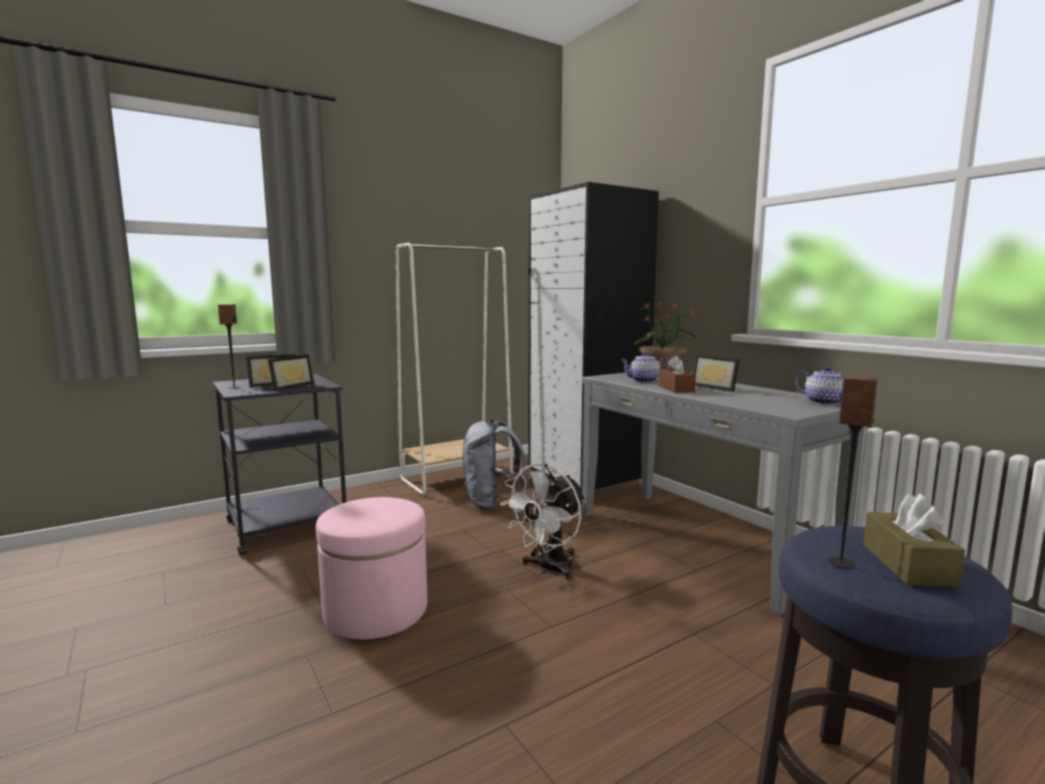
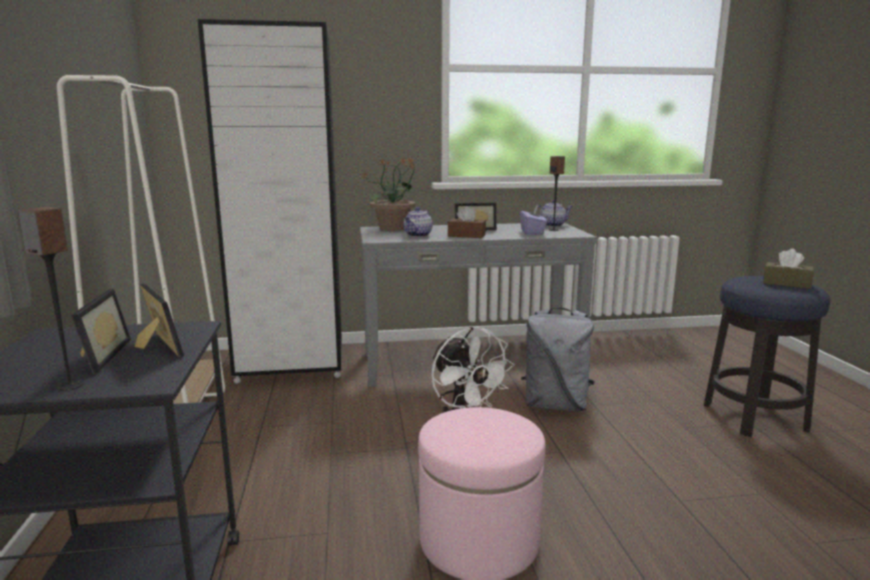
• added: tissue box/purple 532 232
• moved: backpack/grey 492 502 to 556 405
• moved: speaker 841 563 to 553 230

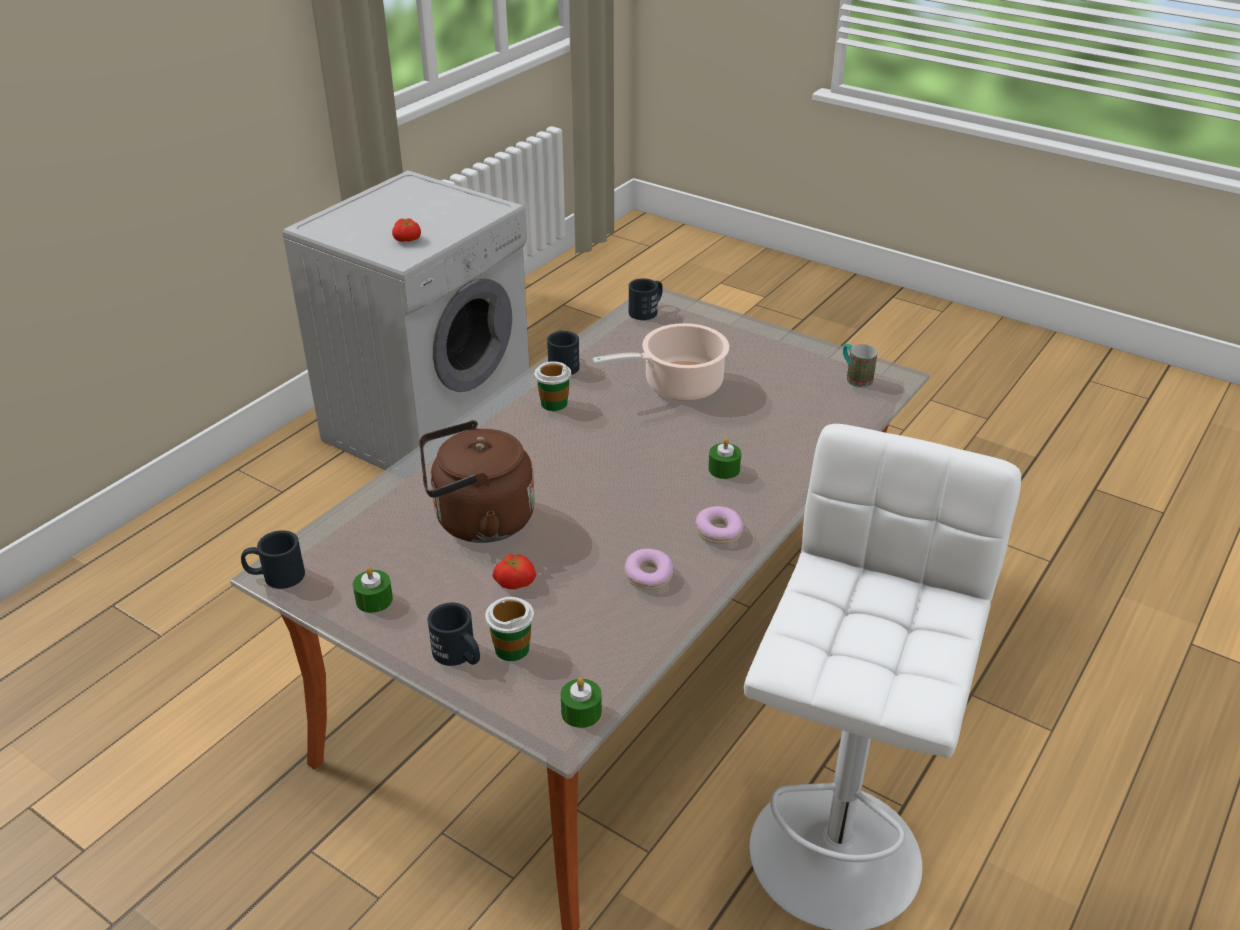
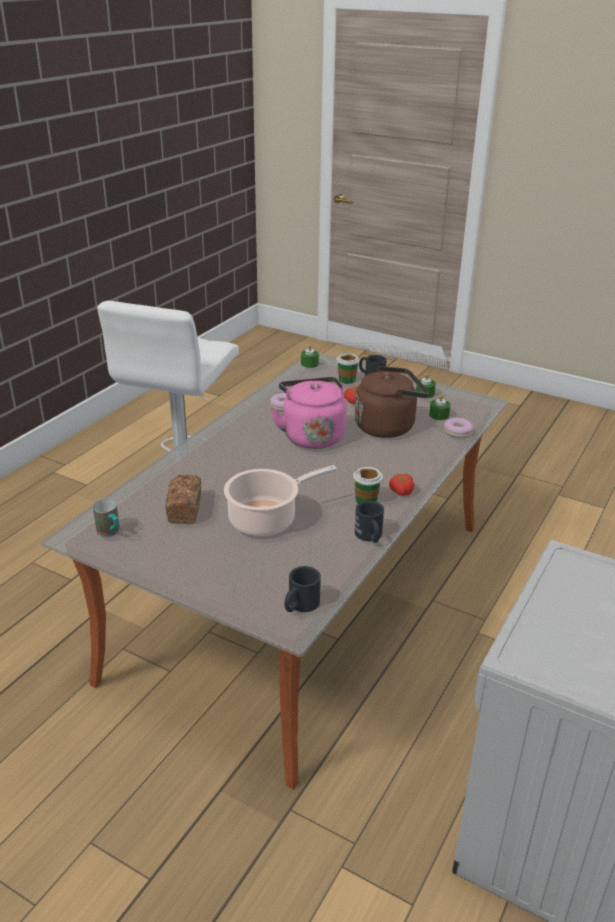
• added: bread 184 509
• added: kettle/pink 312 435
• moved: tomato 408 239 to 401 492
• moved: candle/green 724 469 to 439 415
• moved: donut 718 532 to 457 432
• removed: mug/black 275 576

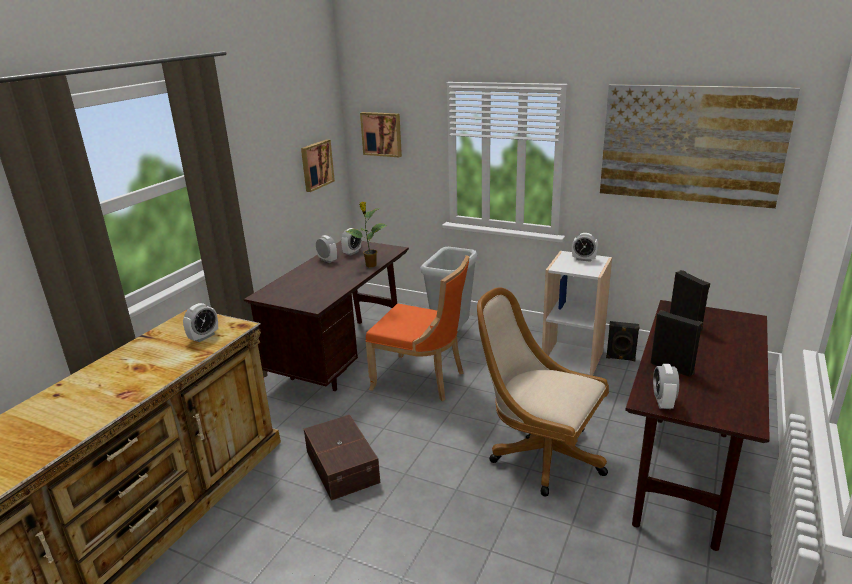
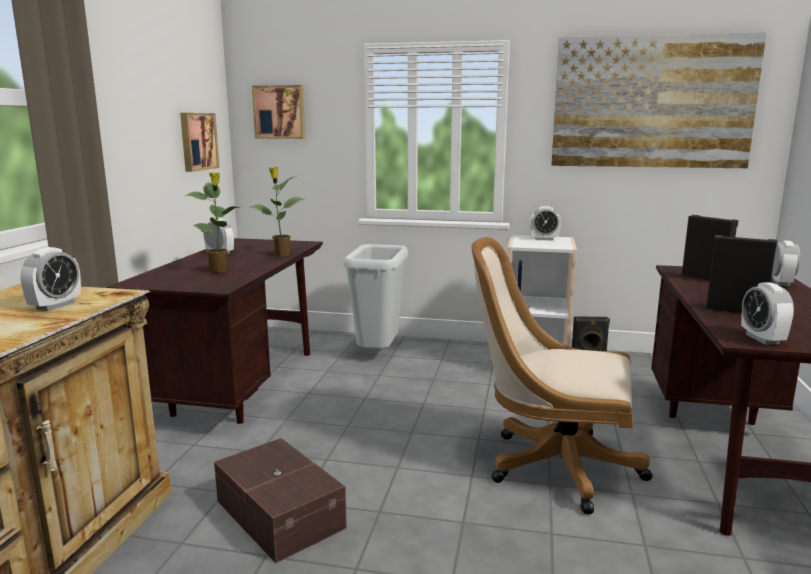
• added: potted plant 219 271
• moved: alarm clock 352 252 to 781 283
• removed: chair/orange 422 380

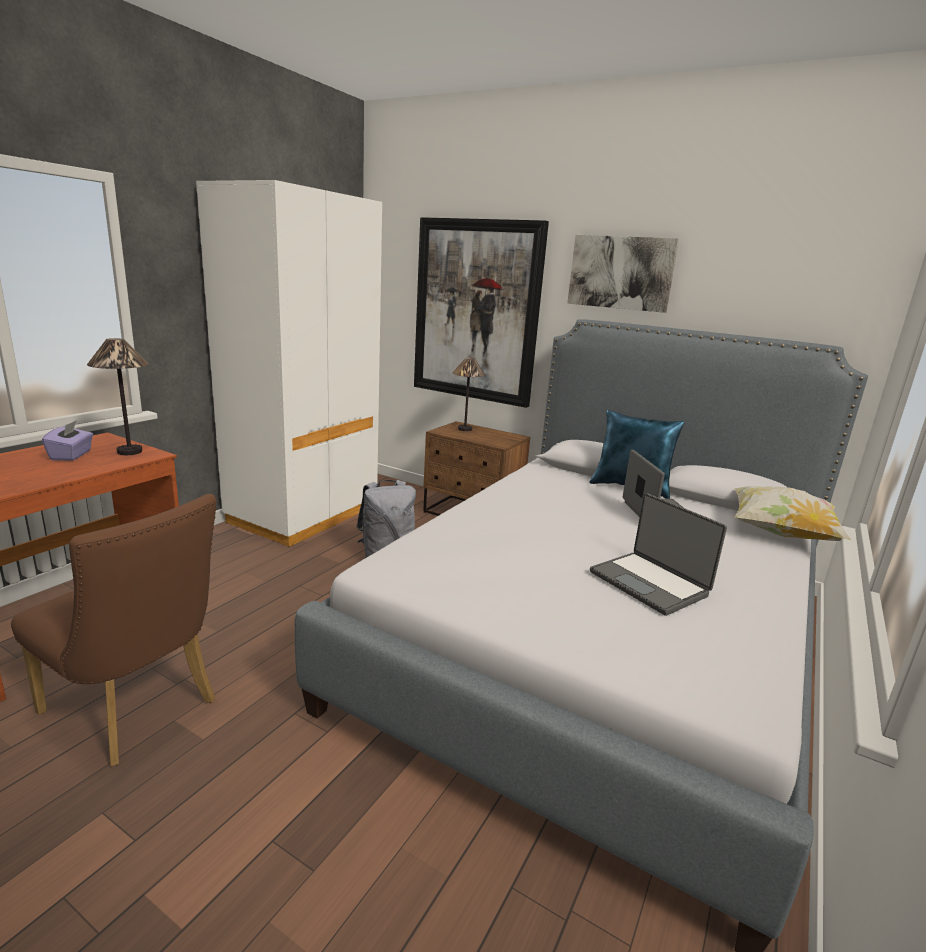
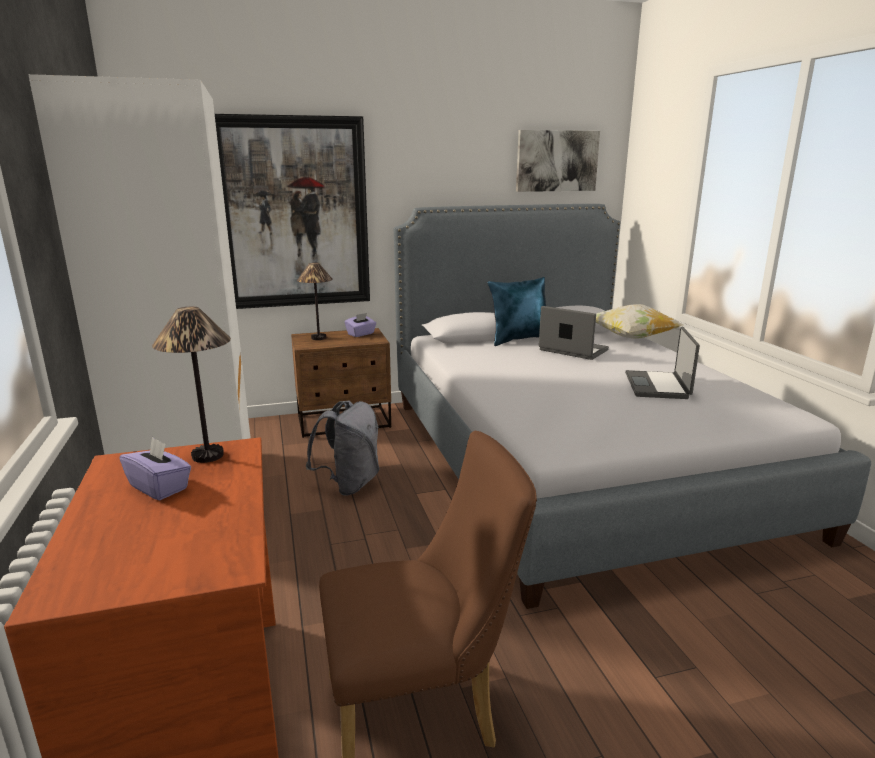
• added: tissue box/purple 361 334
• moved: picture 621 273 to 556 161
• turned: laptop 650 583 = 658 386 90 degrees clockwise

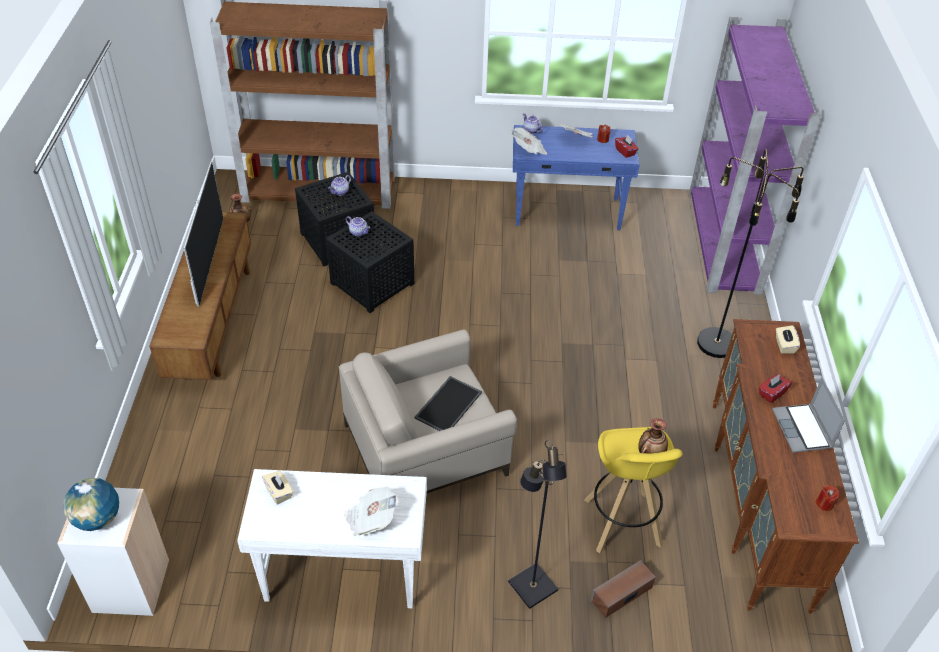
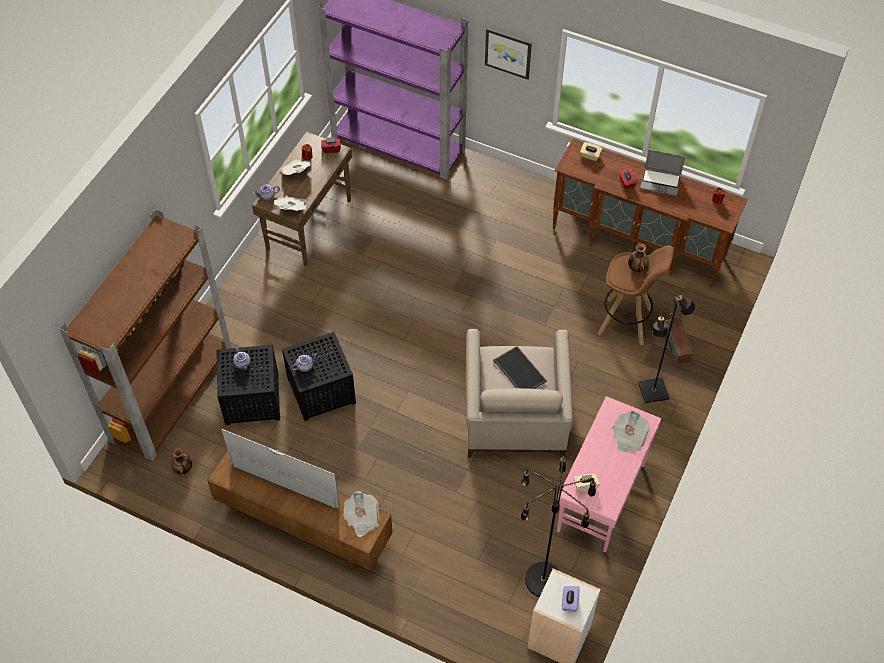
• recoloured: console table/blue 568 212 to console table/brown 309 224
• added: newspaper 362 519
• added: picture 508 53
• moved: floor lamp 717 344 to 543 579
• recoloured: console table/white 341 573 to console table/pink 601 498
• replaced: globe 98 519 to tissue box/purple 569 602
• recoloured: stool/yellow 622 524 to stool/brown 626 322

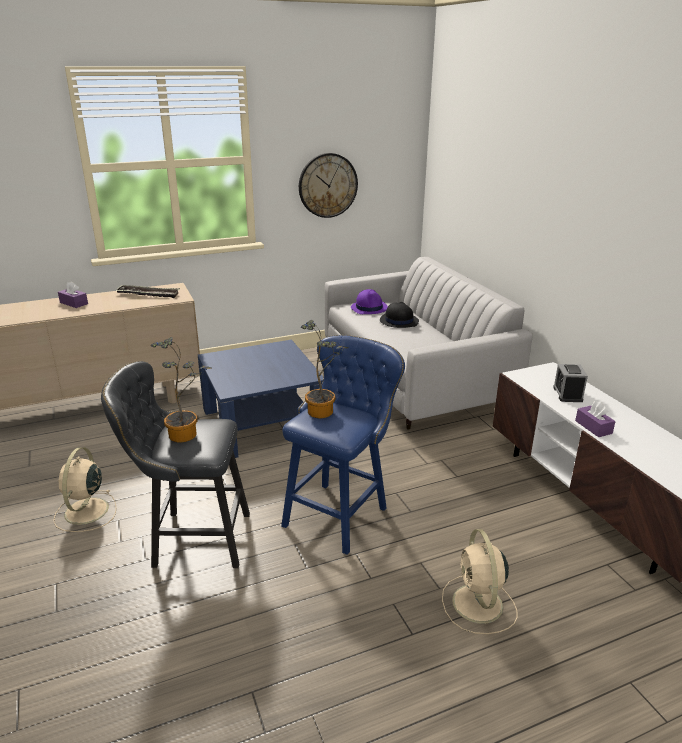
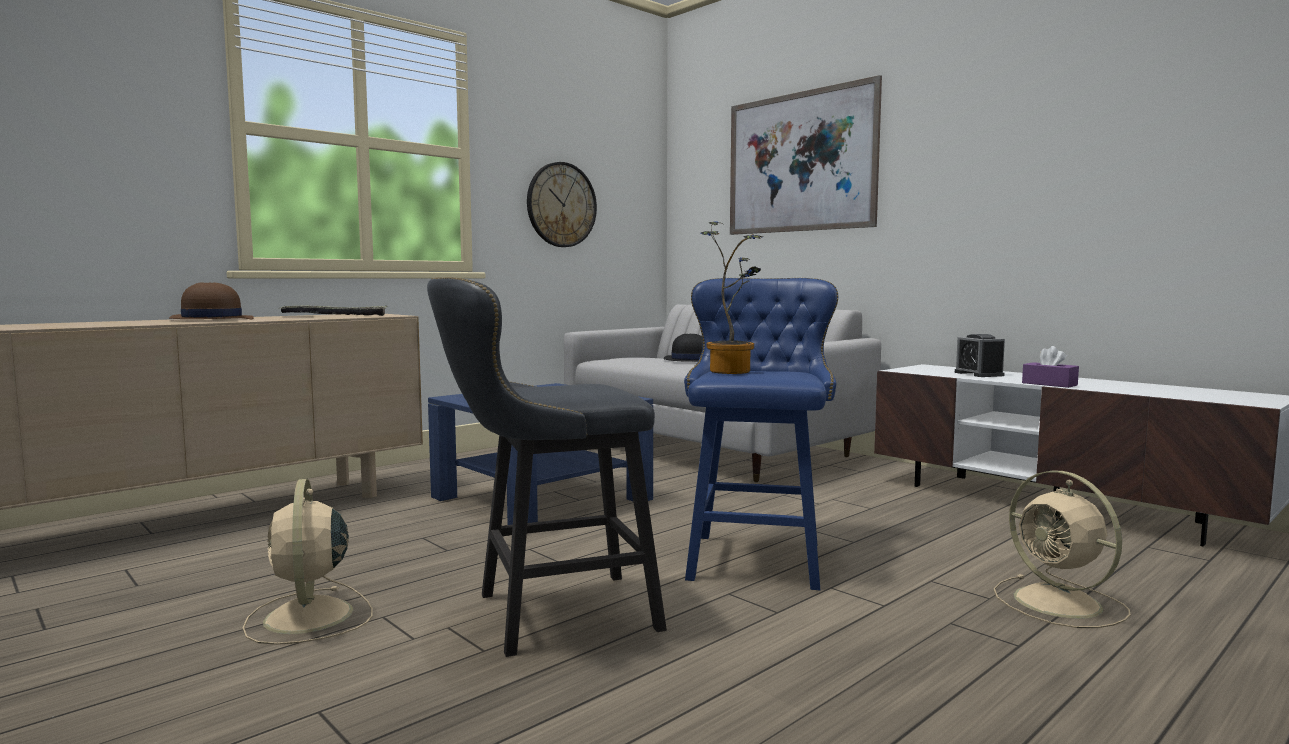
• replaced: tissue box/purple 74 303 to hat/brown 211 319
• added: picture 799 162
• removed: potted plant 187 434
• removed: hat/purple 369 308

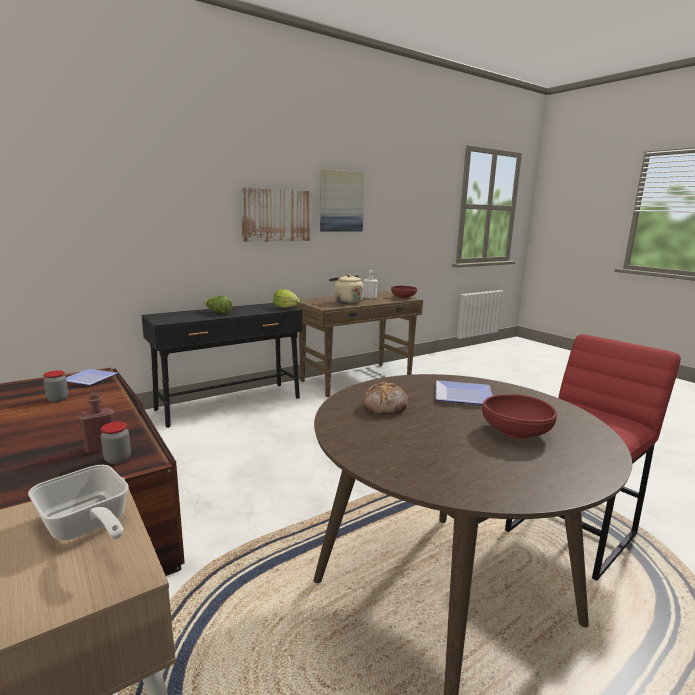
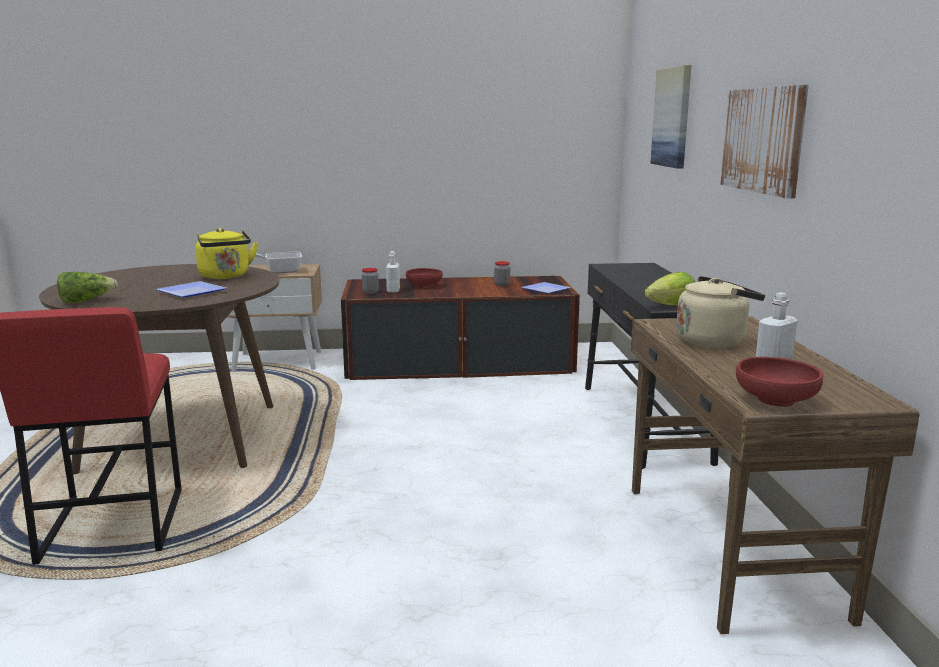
• moved: lettuce 218 312 to 86 301
• replaced: bread 386 407 to kettle/yellow 226 276
• recoloured: bottle/red 100 448 to bottle/white 393 290
• moved: bowl/red 516 432 to 424 286
• moved: picture 341 201 to 672 117

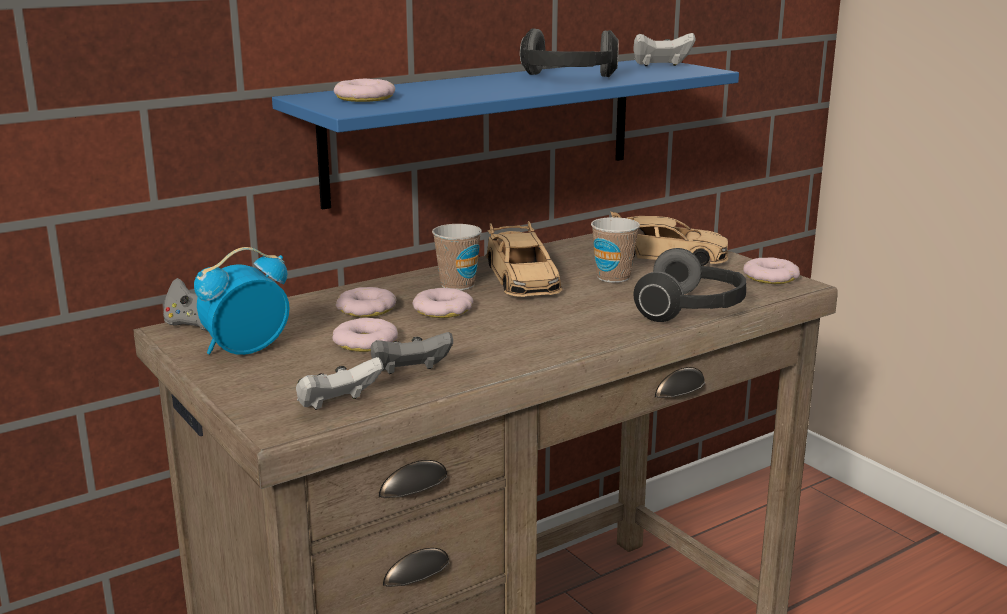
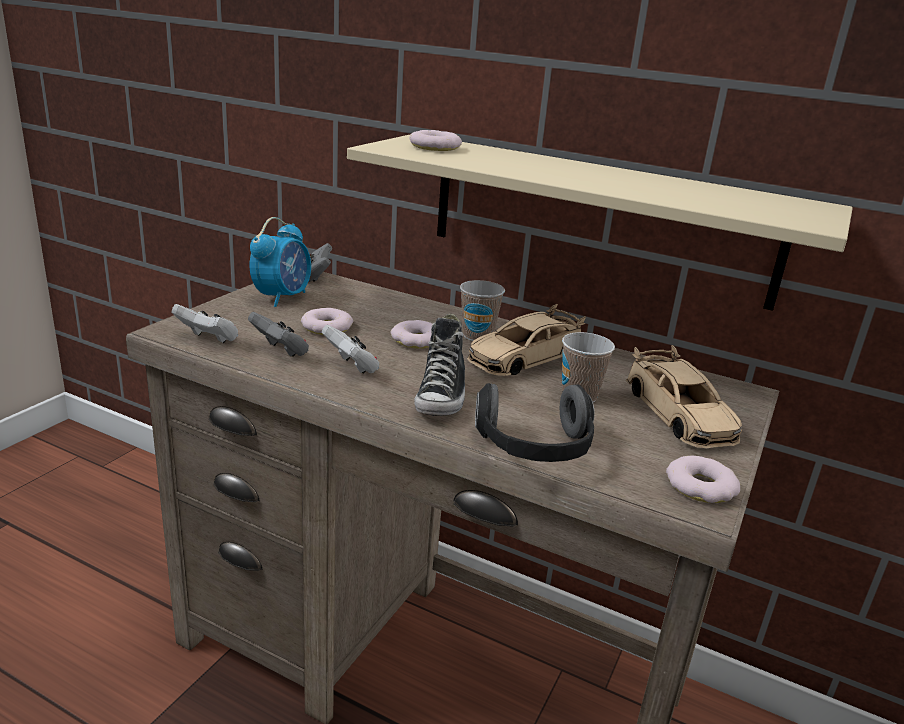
• turned: alarm clock 245 351 = 282 297 90 degrees clockwise
• moved: game controller/white 661 66 to 352 367
• recoloured: shelf/blue 484 129 to shelf/beige 599 218
• added: shoe 442 396
• removed: donut 366 309
• removed: headphones 566 79

